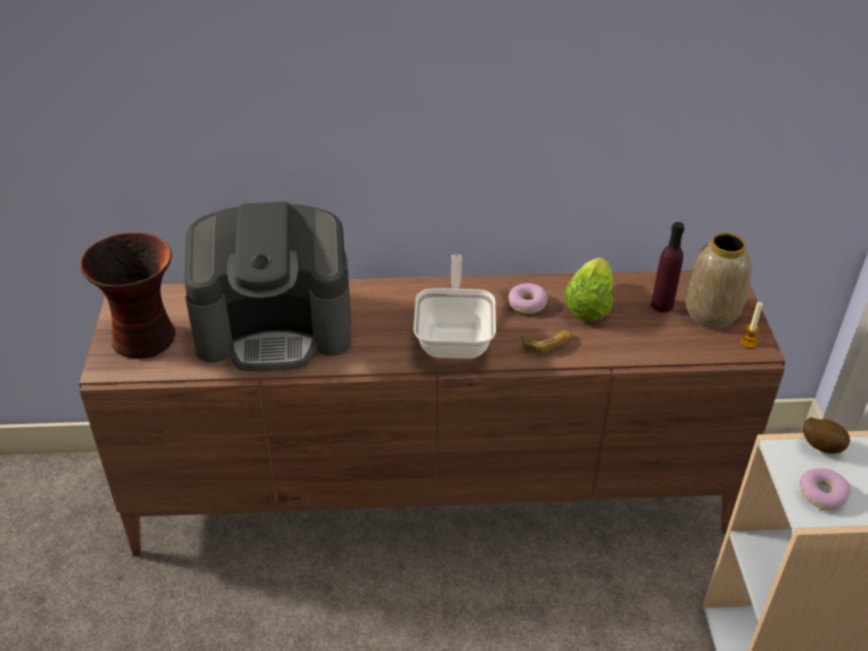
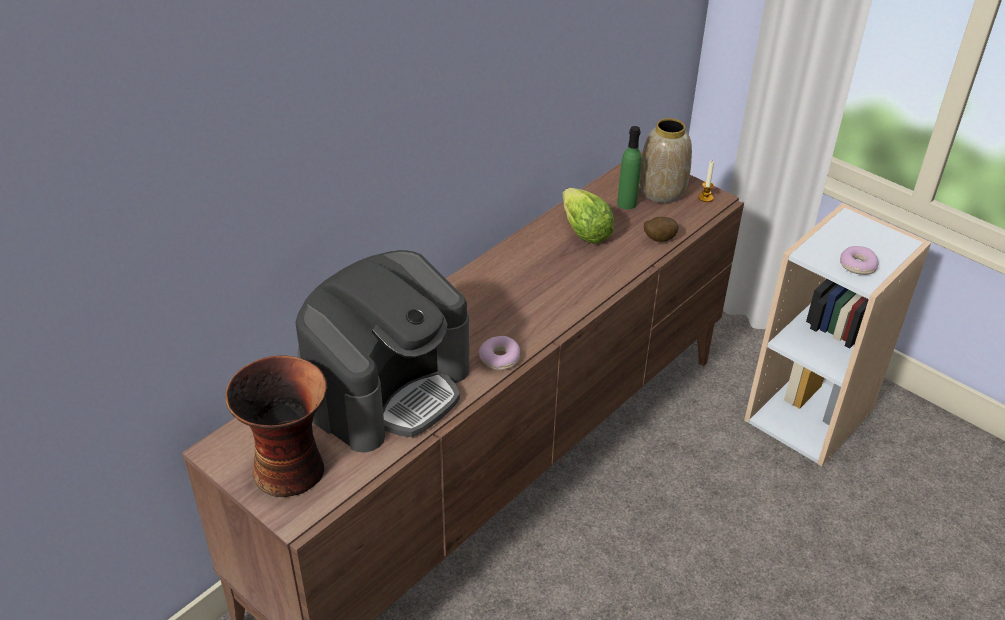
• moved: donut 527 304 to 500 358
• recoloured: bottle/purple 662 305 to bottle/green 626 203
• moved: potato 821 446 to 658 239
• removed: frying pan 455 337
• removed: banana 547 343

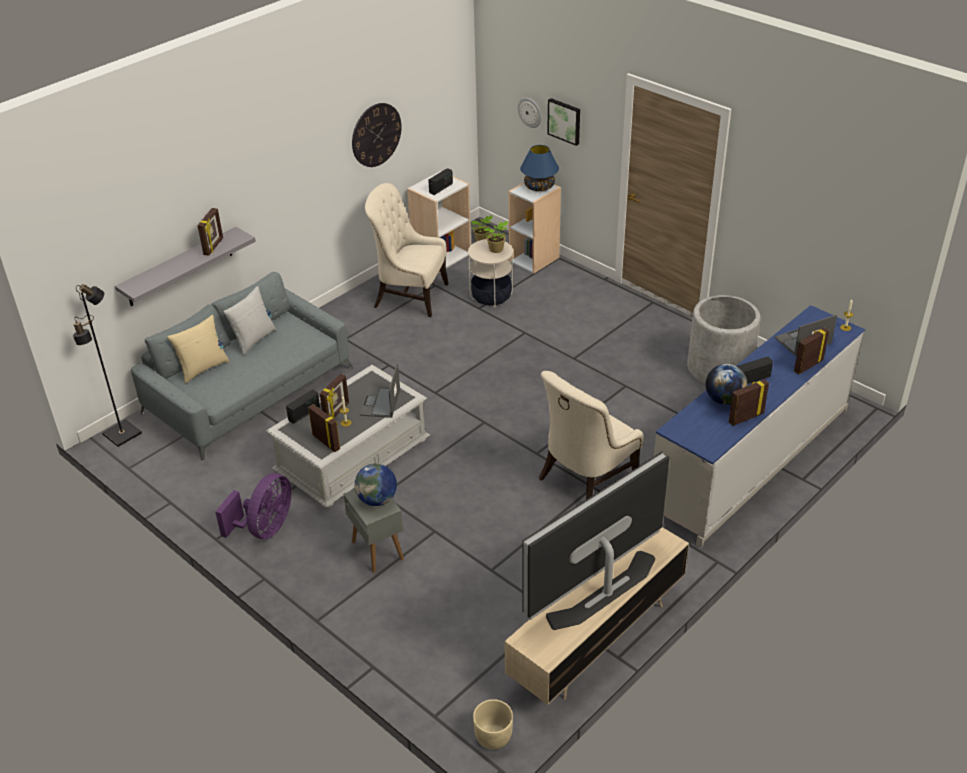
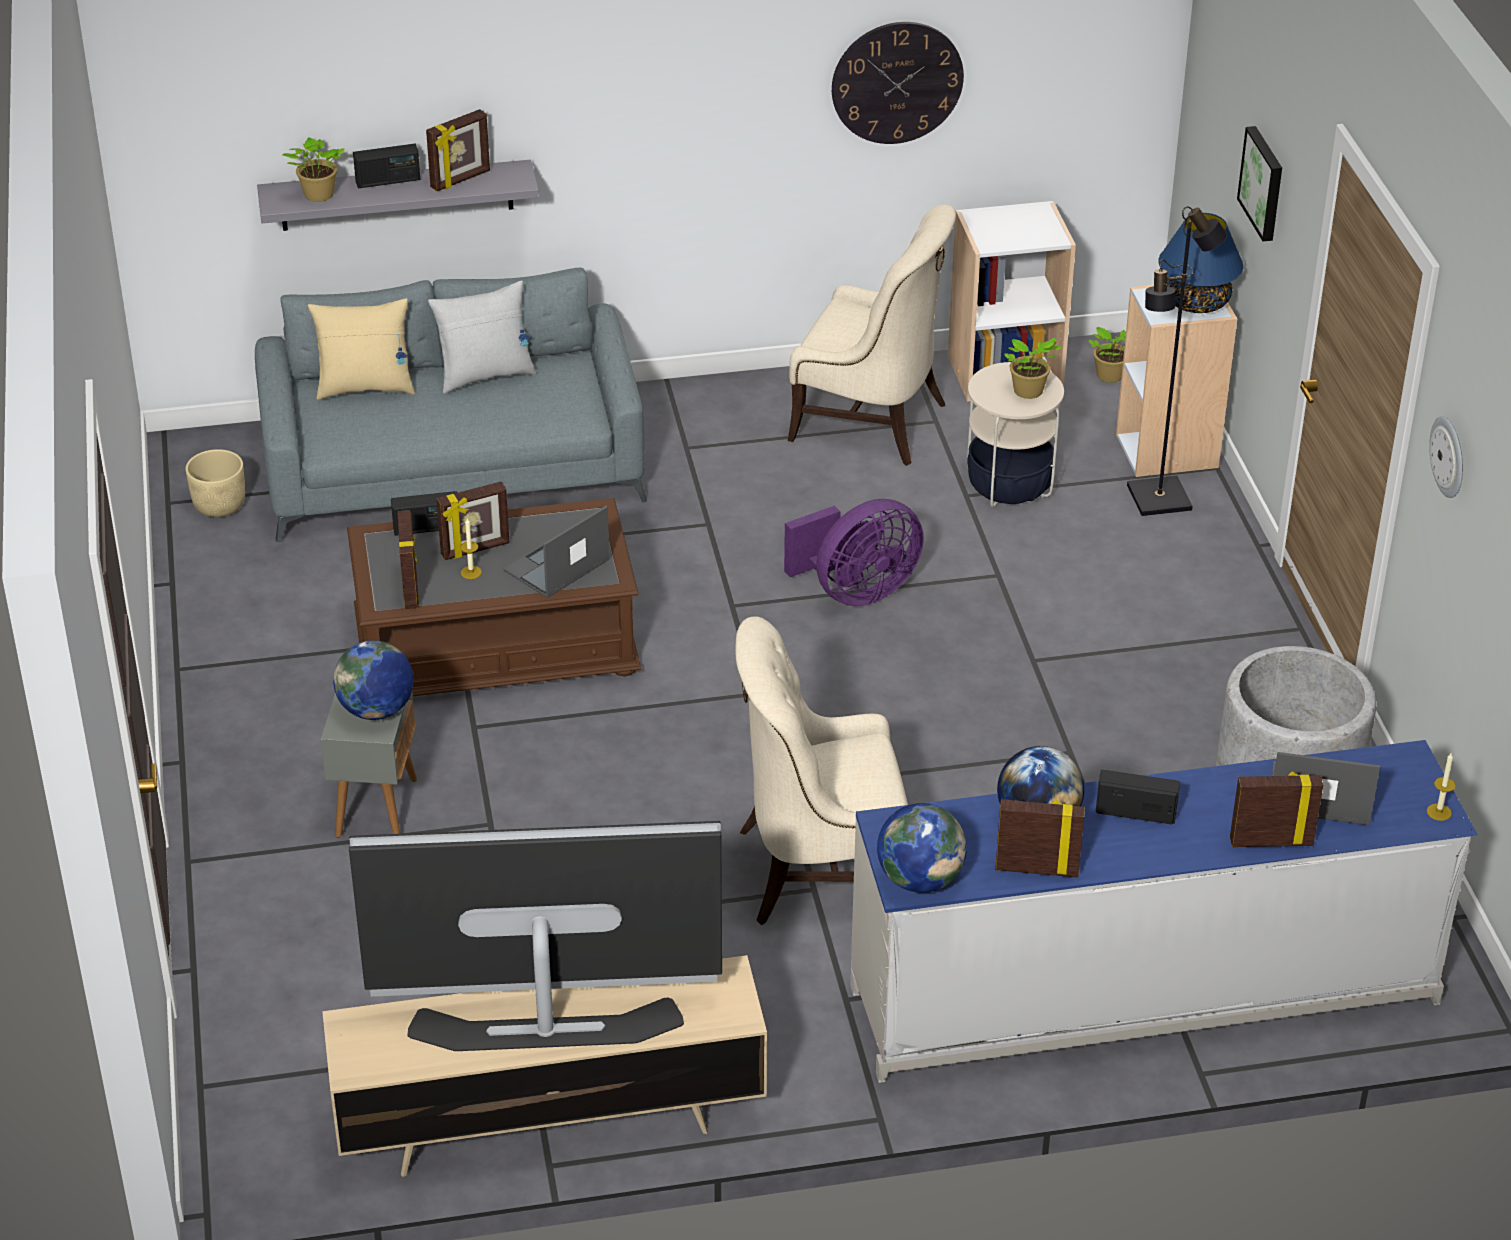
• moved: planter/beige 493 737 to 219 506
• added: potted plant 317 196
• recoloured: coffee table/white 353 454 to coffee table/brown 497 642
• moved: radio 441 188 to 388 181
• moved: fan/purple 265 528 to 856 592
• turned: armchair/beige 409 296 = 871 421 150 degrees clockwise
• added: globe 920 879
• moved: floor lamp/black 122 434 to 1158 497
• moved: wall clock 530 112 to 1449 456

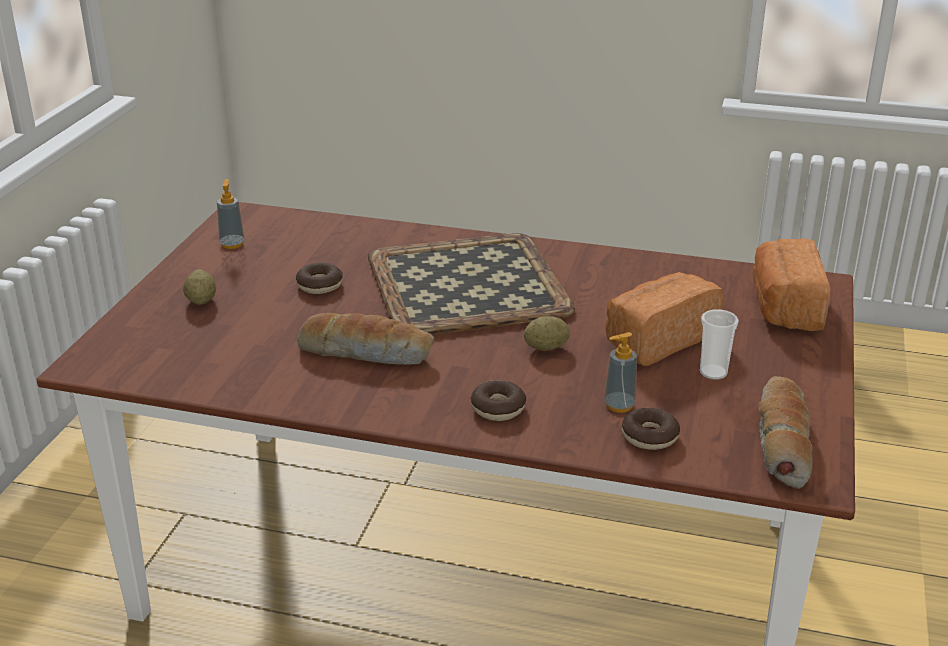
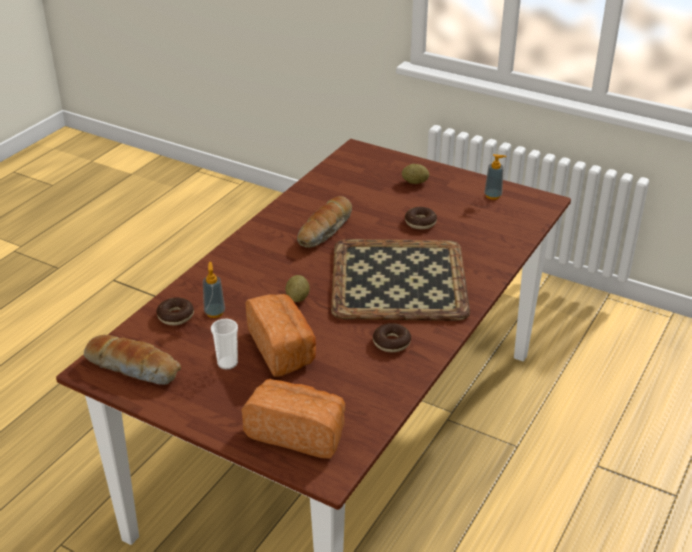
• moved: donut 498 408 to 391 343

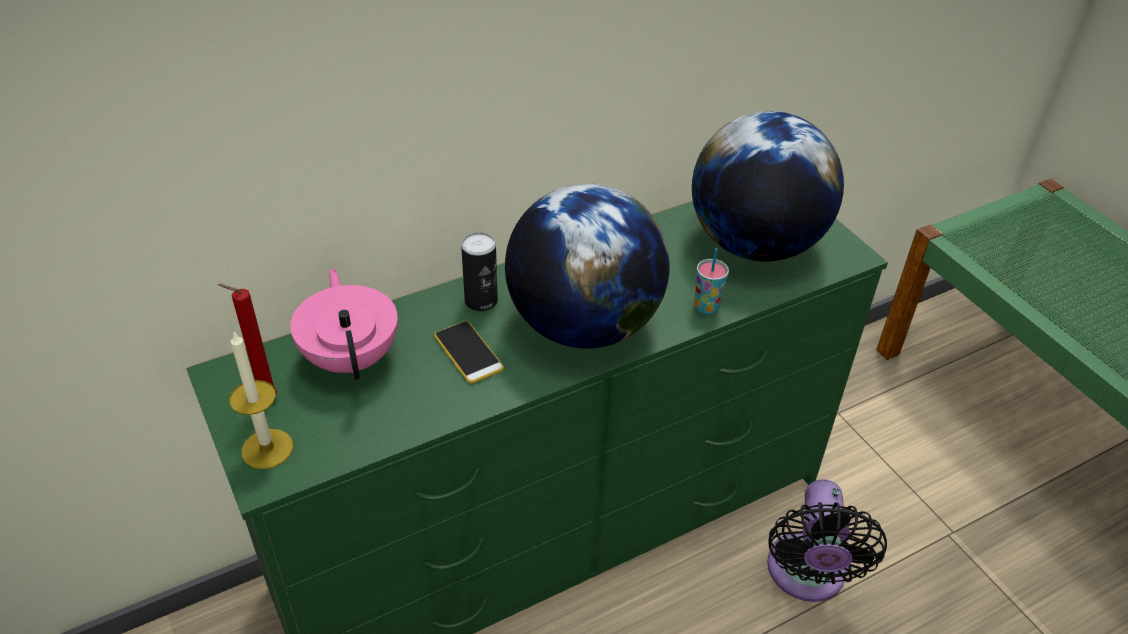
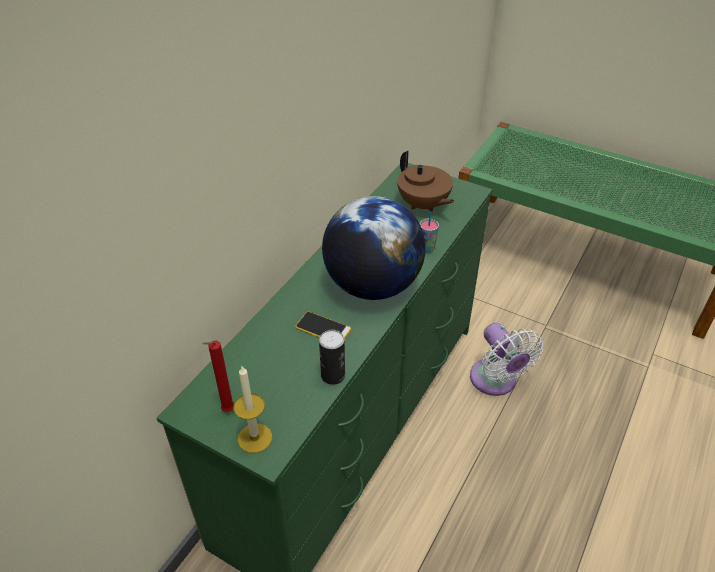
• moved: can 481 301 to 333 375
• replaced: globe 755 244 to teapot/brown 423 205
• recoloured: fan/black 806 575 to fan/white 495 381
• removed: teapot/pink 351 357

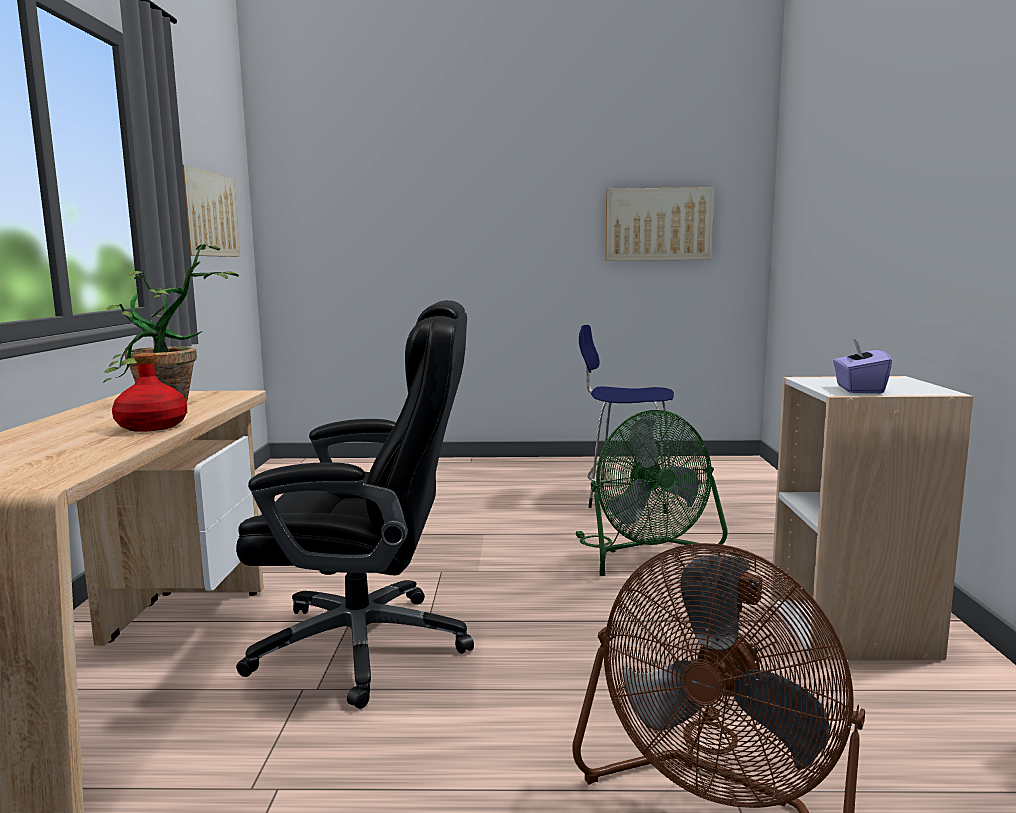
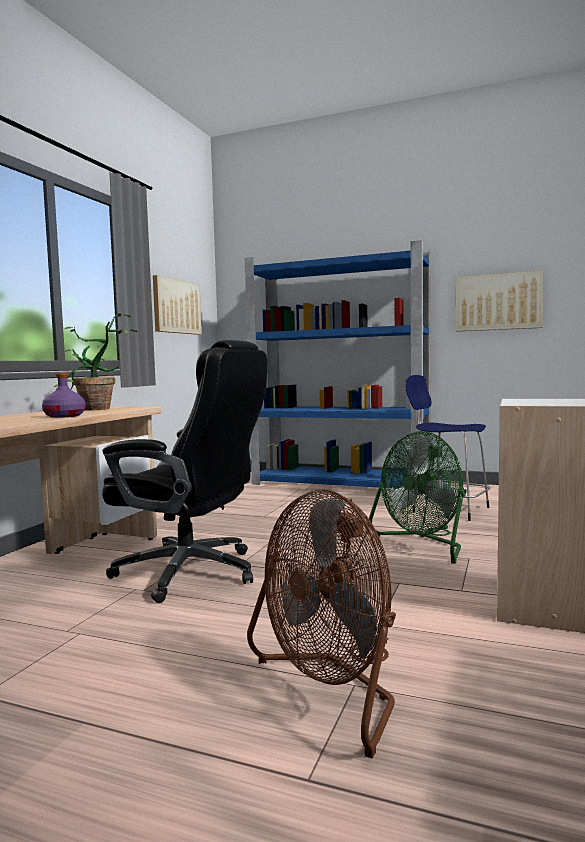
• recoloured: bottle/red 152 426 to bottle/purple 65 416
• added: bookcase/blue 340 483
• turned: fan/green 640 554 = 424 543 60 degrees clockwise
• removed: tissue box/purple 858 389

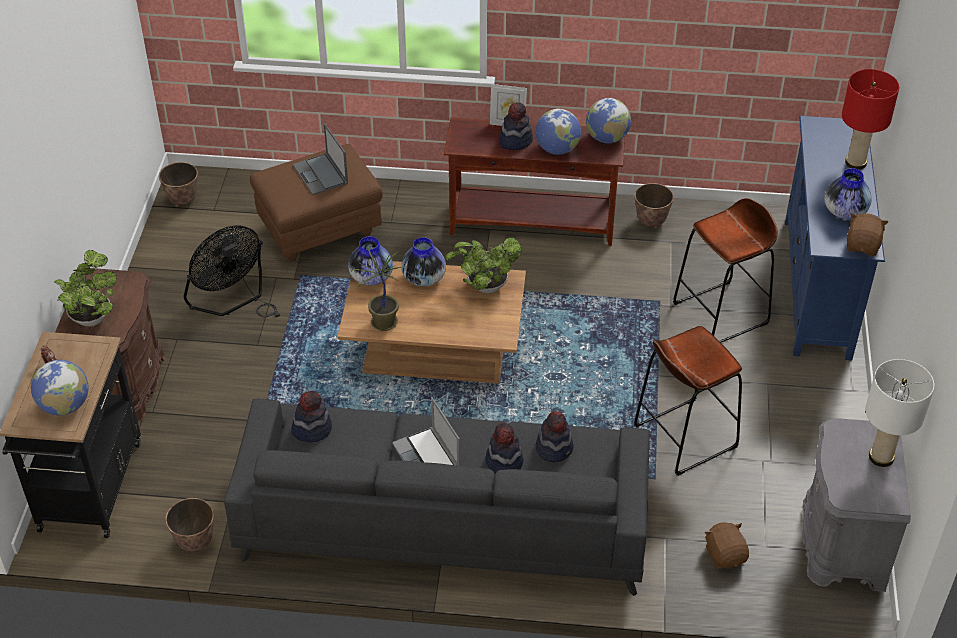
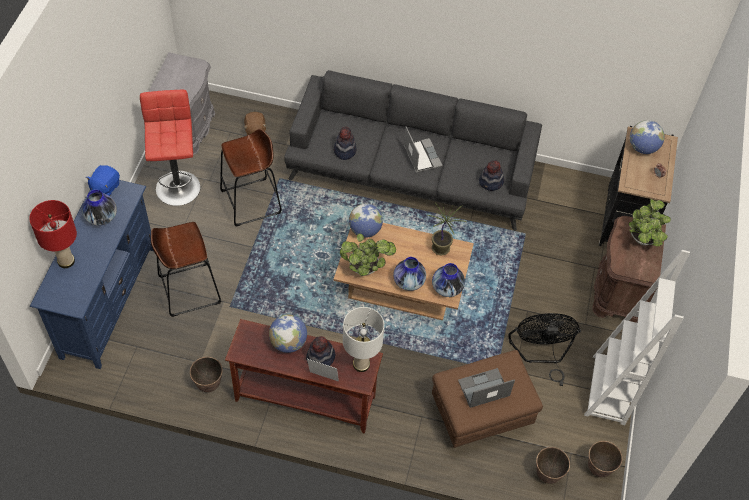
• recoloured: plush toy/brown 863 245 to plush toy/blue 105 187
• added: stool/red 178 188
• moved: table lamp/white 881 457 to 361 364
• moved: globe 607 138 to 365 230
• turned: laptop 321 175 = 483 388 90 degrees counterclockwise
• turned: fan/black 238 299 = 544 354 150 degrees counterclockwise
• moved: planter 195 543 to 547 474
• added: bookcase/white 609 390
• removed: hat 504 462

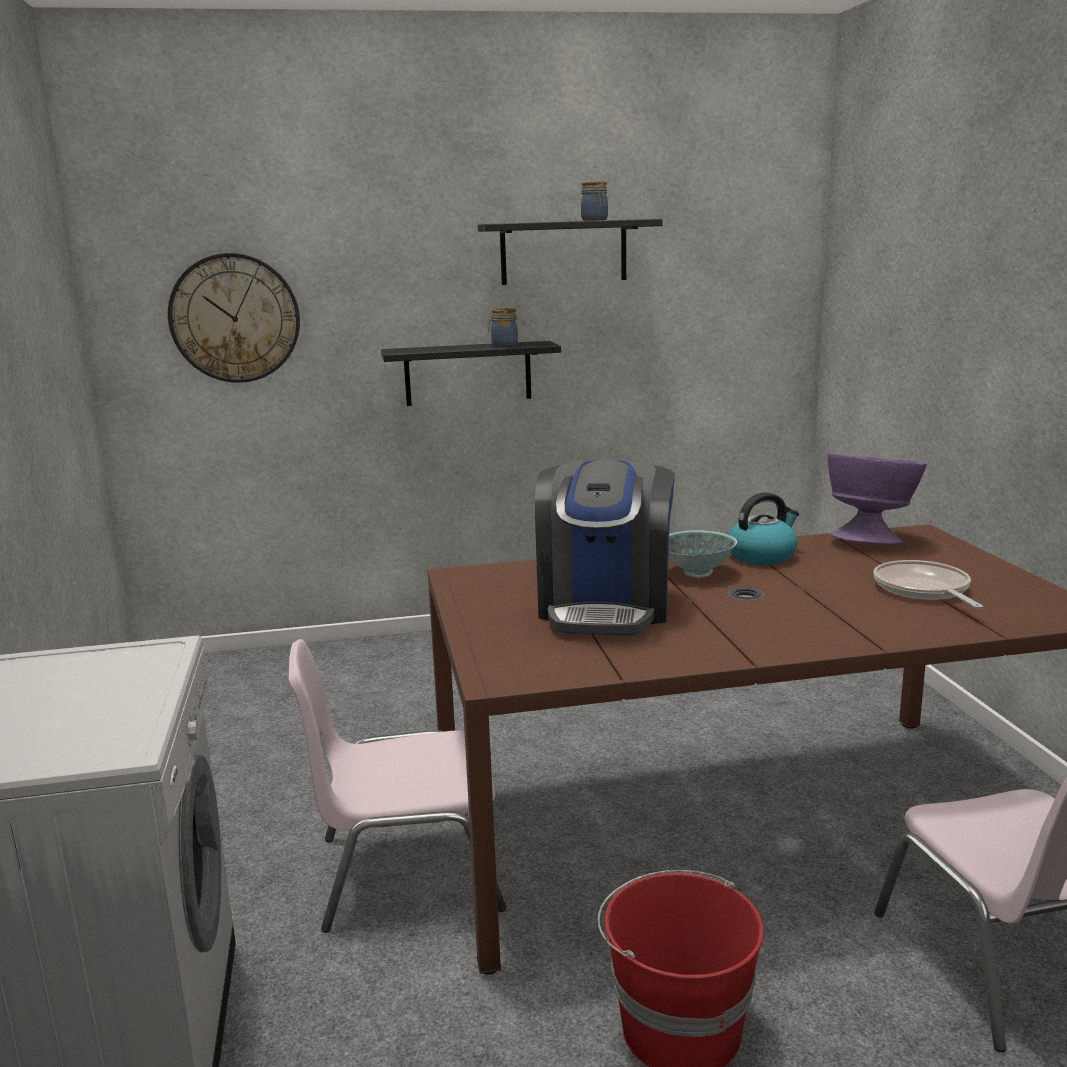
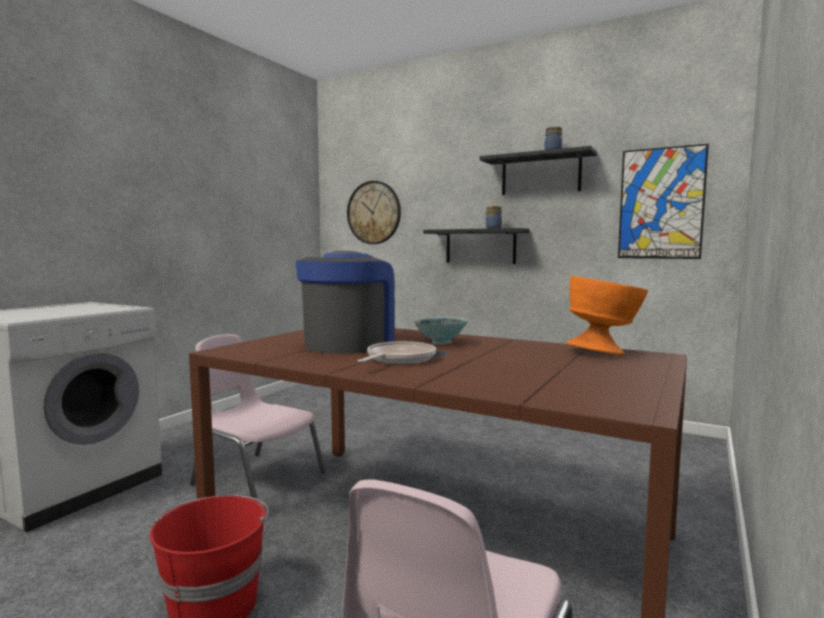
• turned: coffee machine 605 607 = 349 343 150 degrees clockwise
• moved: frying pan 923 590 to 398 359
• recoloured: bowl/purple 870 540 to bowl/orange 604 352
• added: picture 661 203
• removed: kettle 762 556

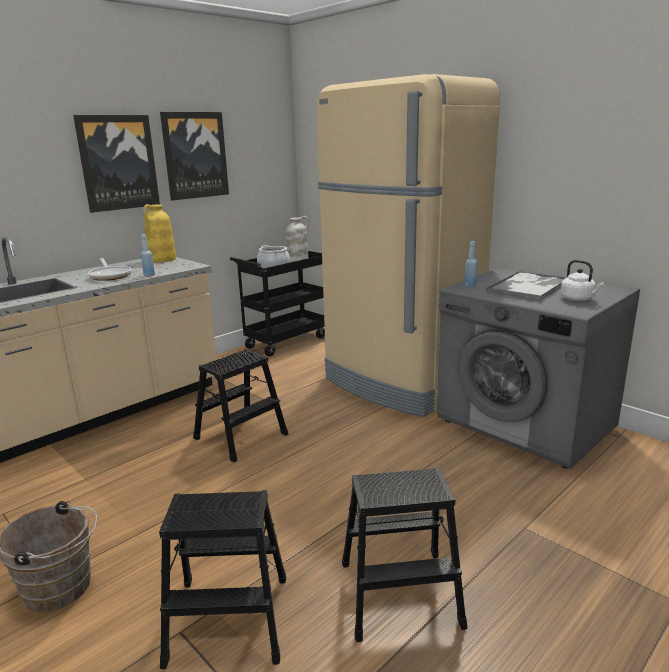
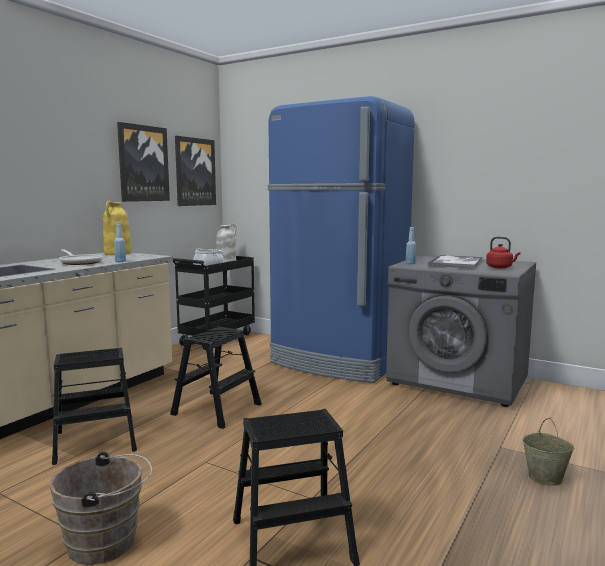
• moved: step ladder/black 399 592 to 95 440
• moved: picture 118 163 to 195 172
• recoloured: fridge/beige 400 383 to fridge/blue 338 362
• recoloured: kettle/white 578 299 to kettle/red 500 267
• added: bucket/beige 546 478

